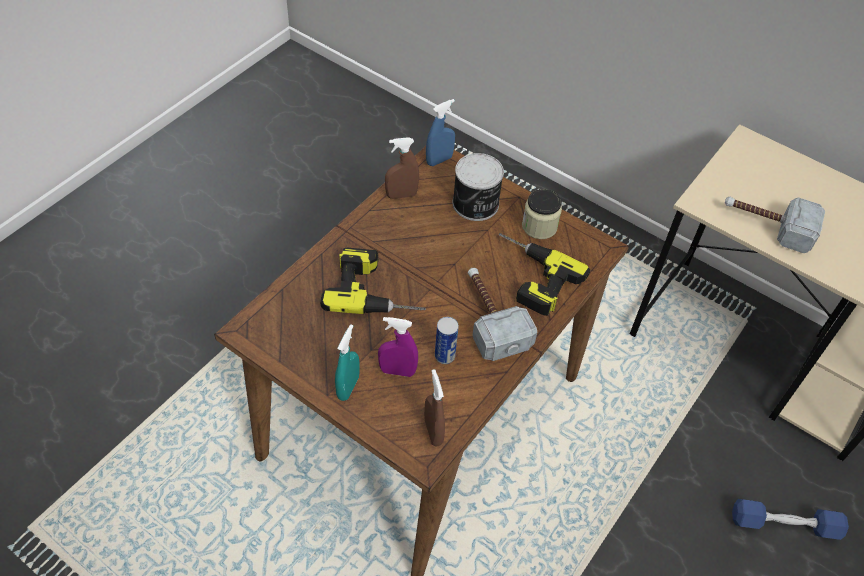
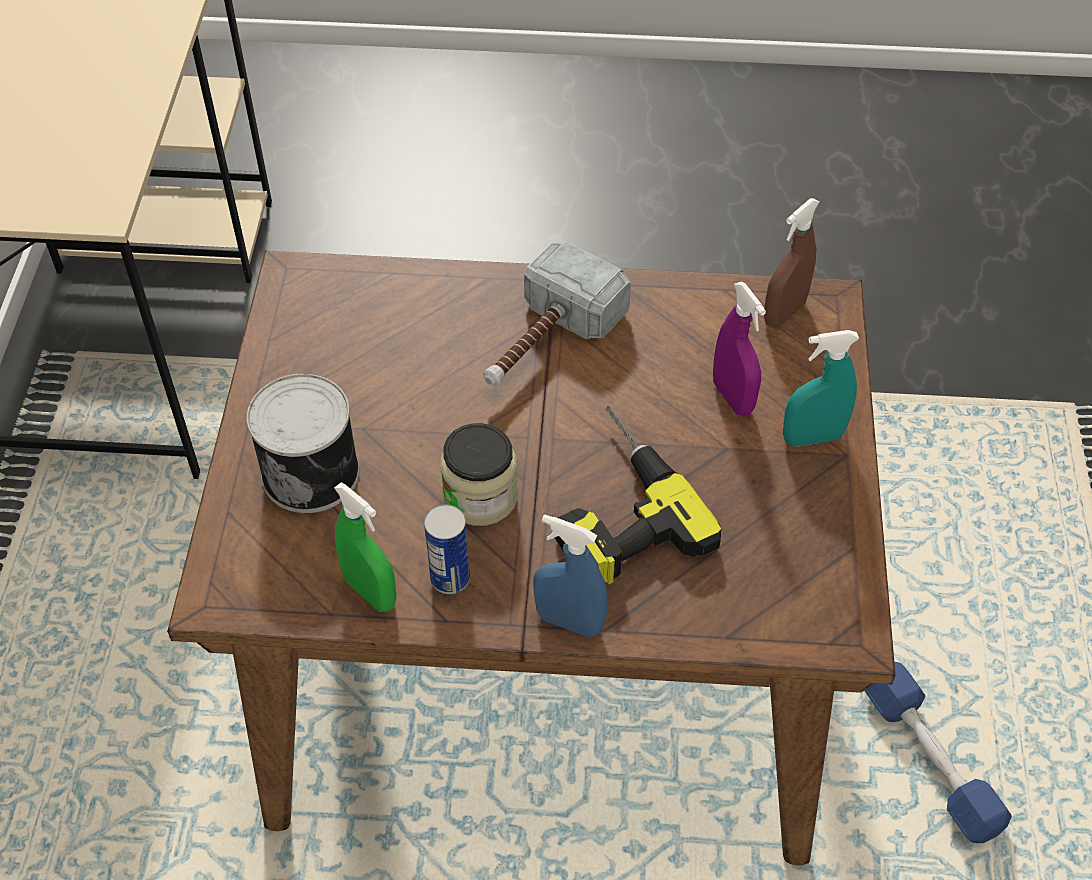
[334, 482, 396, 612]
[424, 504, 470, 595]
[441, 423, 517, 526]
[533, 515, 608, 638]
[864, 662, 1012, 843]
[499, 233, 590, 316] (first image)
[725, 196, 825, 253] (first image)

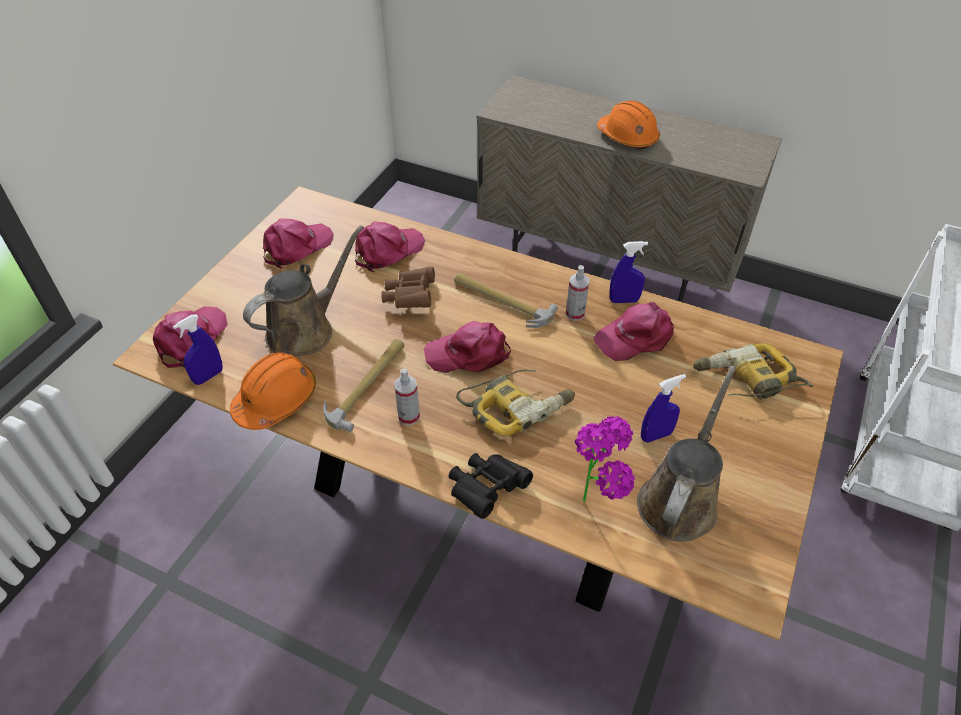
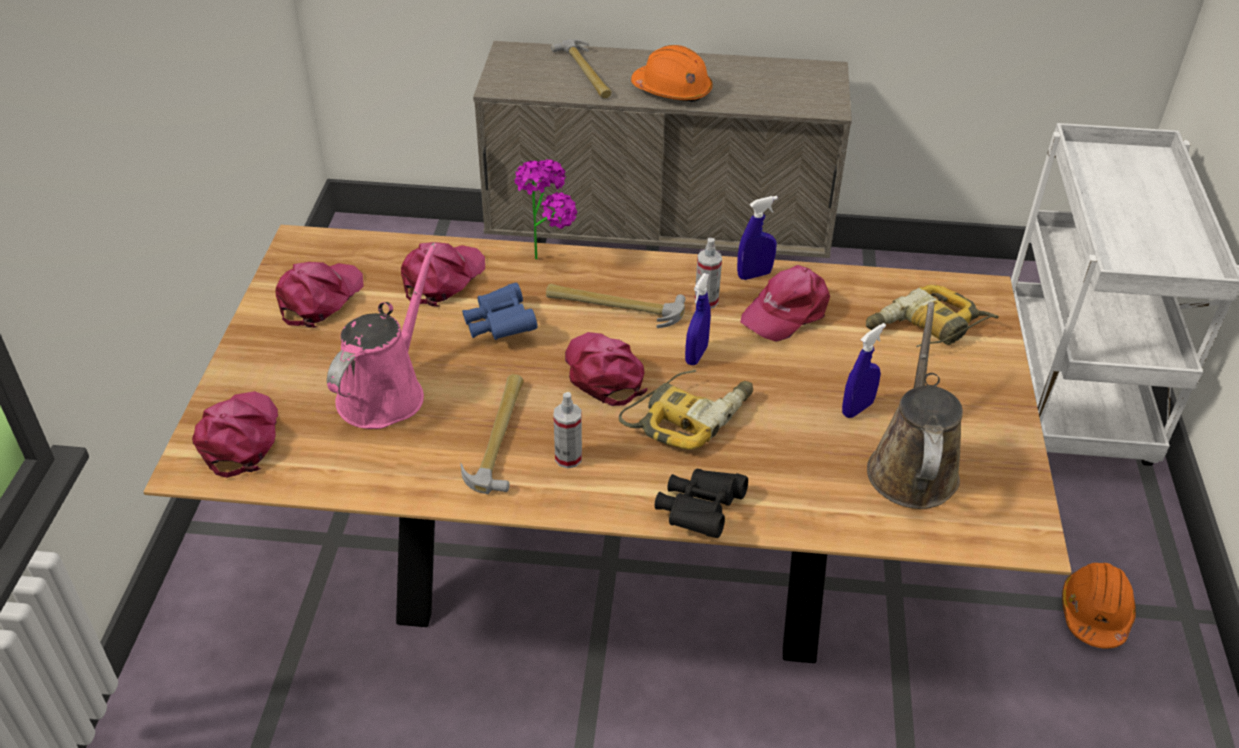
[327, 243, 438, 429]
[462, 283, 538, 340]
[515, 159, 577, 259]
[551, 39, 612, 99]
[565, 332, 647, 406]
[685, 273, 711, 365]
[1062, 563, 1136, 648]

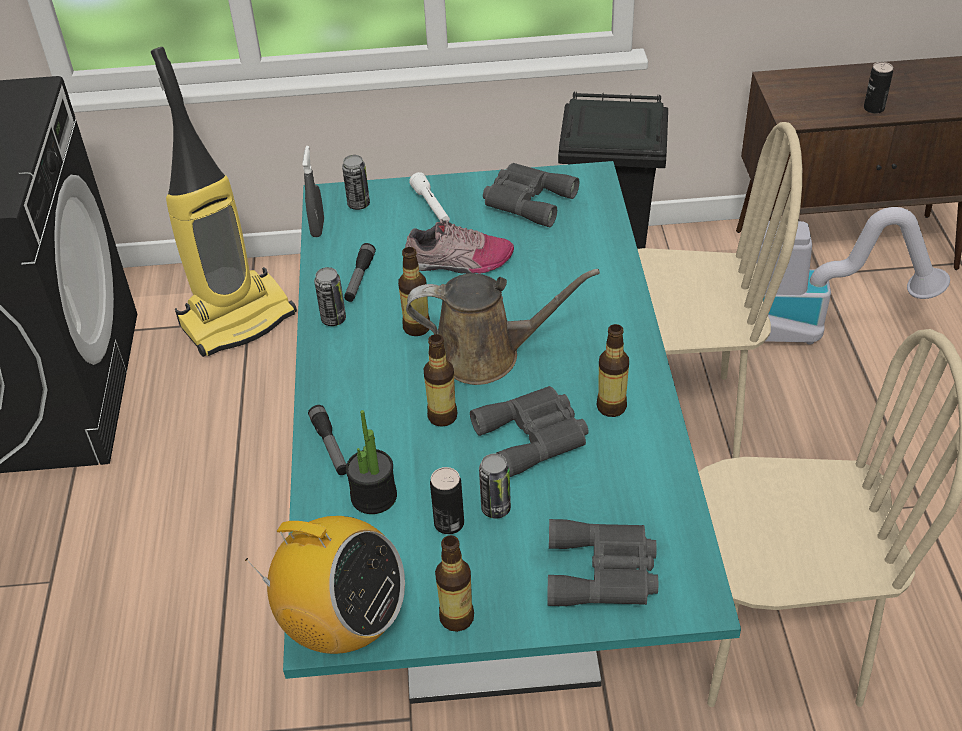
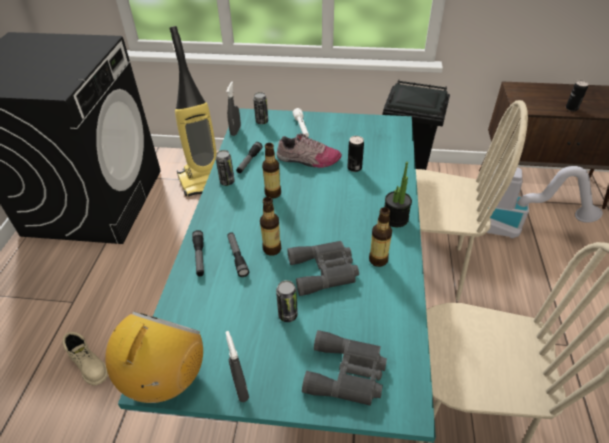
[62, 332, 108, 385]
[105, 311, 203, 403]
[225, 331, 249, 402]
[227, 232, 249, 277]
[347, 136, 364, 172]
[384, 162, 412, 227]
[406, 269, 600, 385] (first image)
[483, 163, 579, 227] (first image)

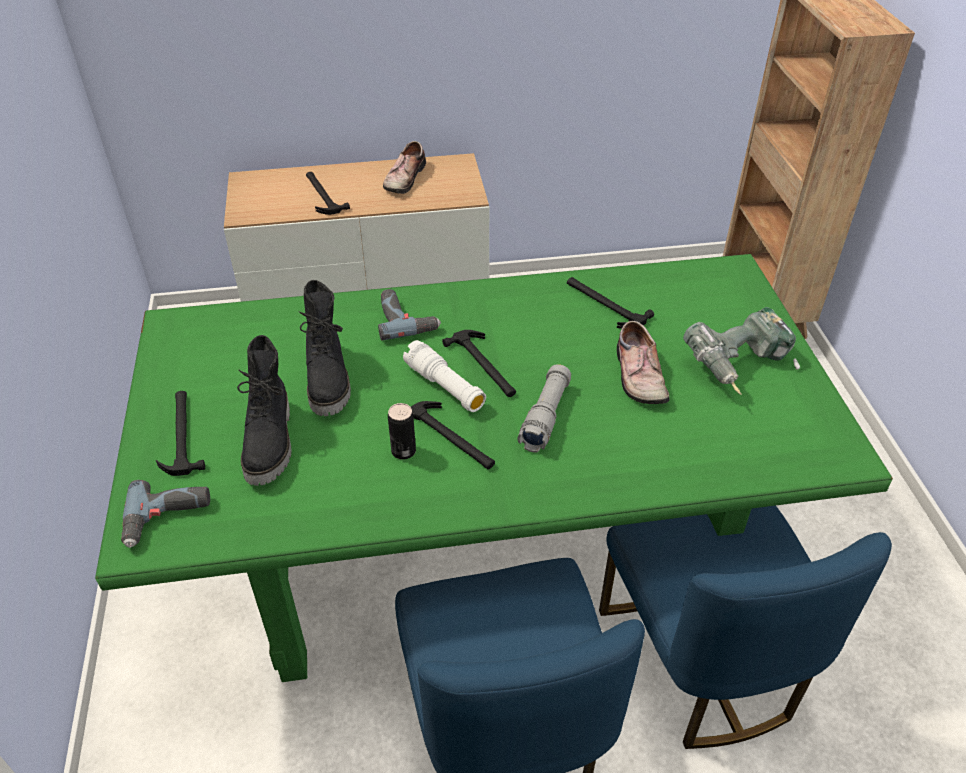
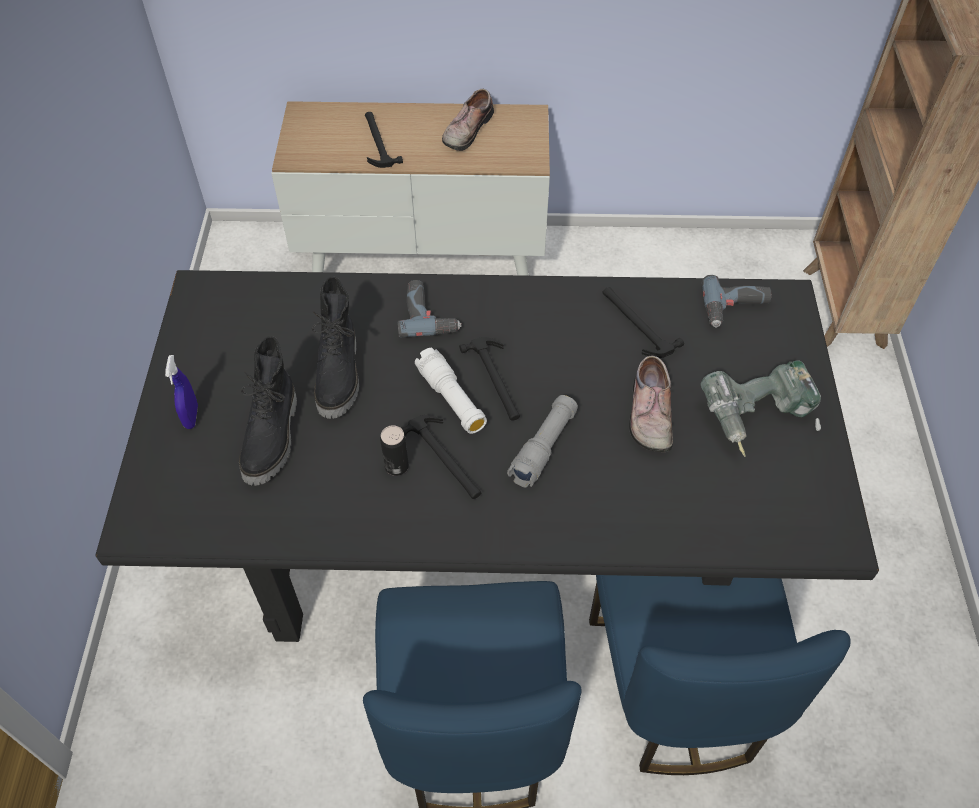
[95, 270, 879, 642]
[165, 355, 198, 429]
[702, 275, 771, 328]

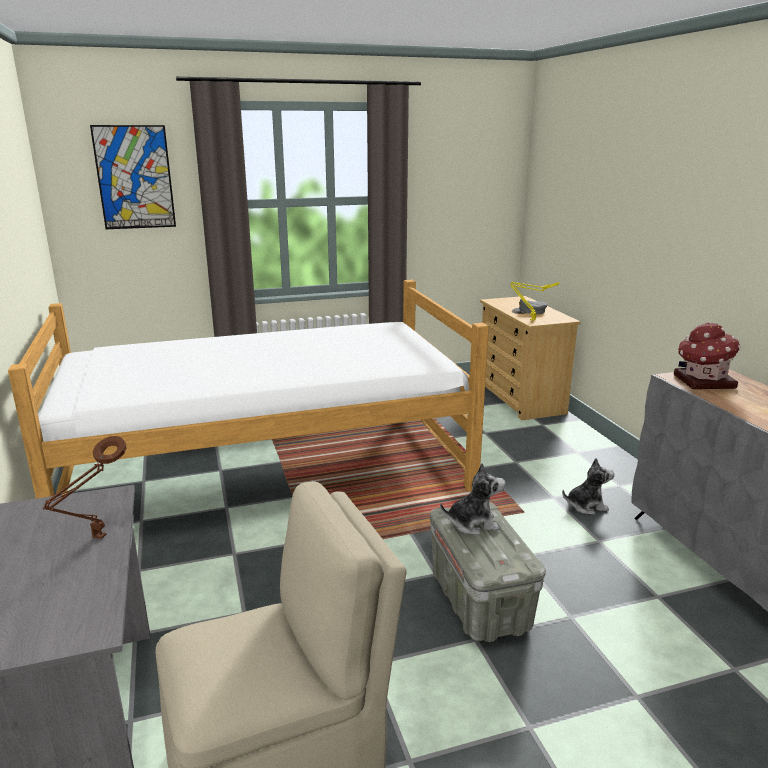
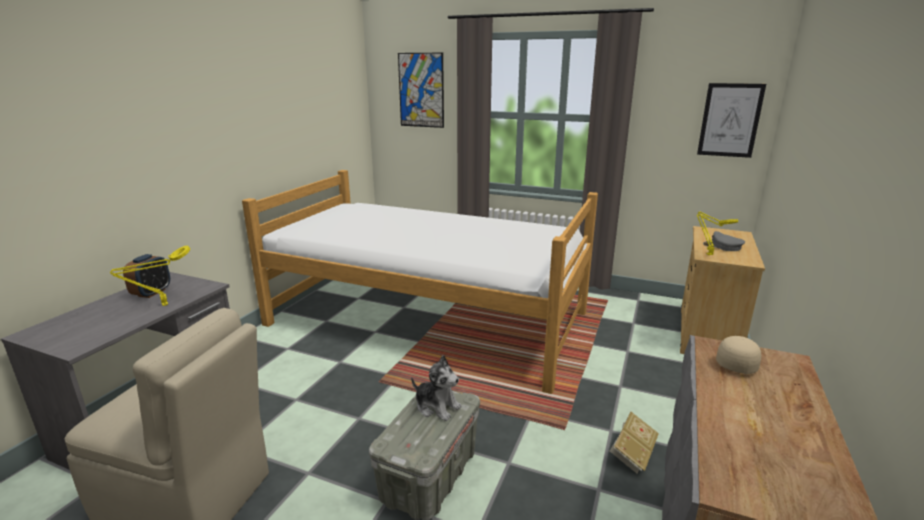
[110, 246, 190, 306]
[123, 254, 170, 298]
[610, 412, 659, 474]
[697, 83, 766, 158]
[716, 336, 761, 374]

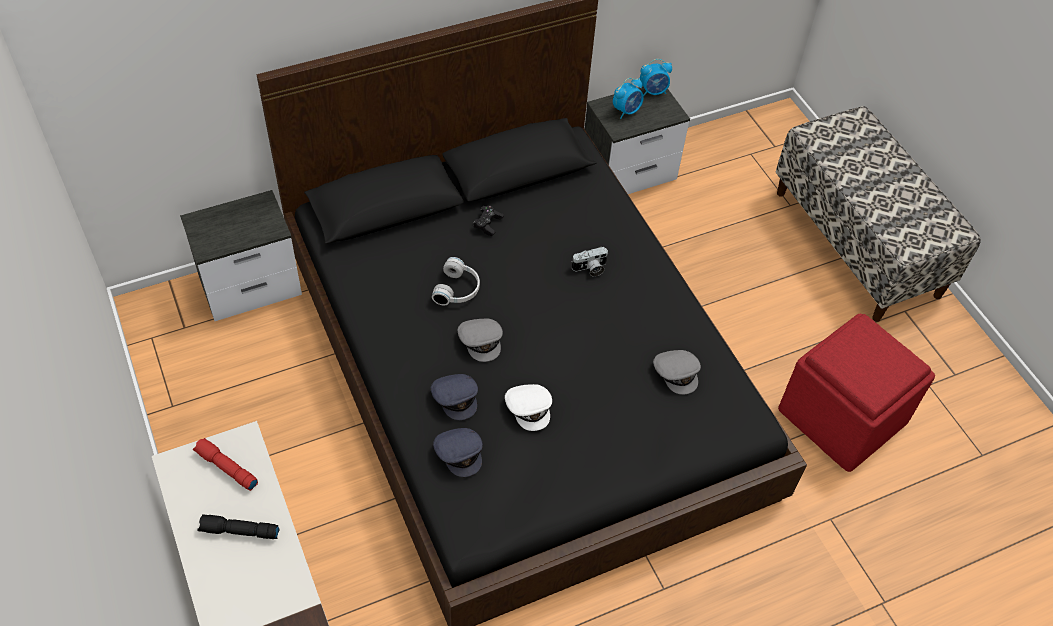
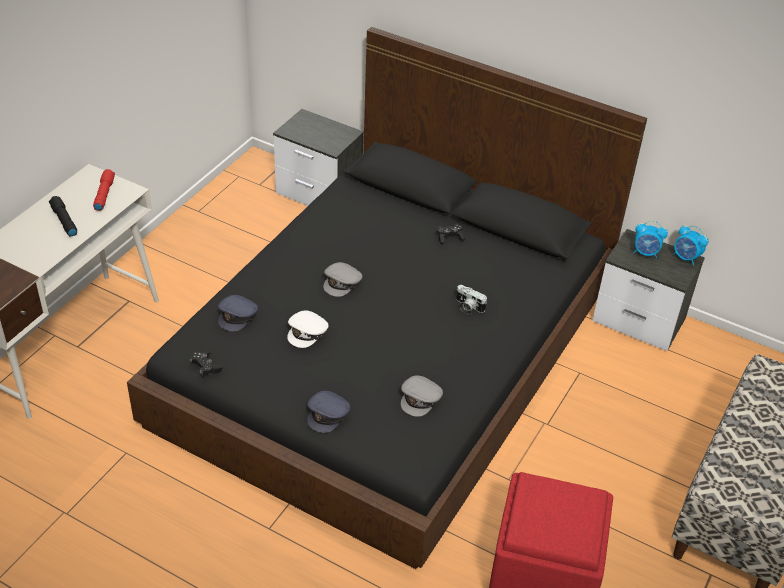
[189, 351, 223, 377]
[307, 391, 351, 433]
[432, 257, 480, 306] (first image)

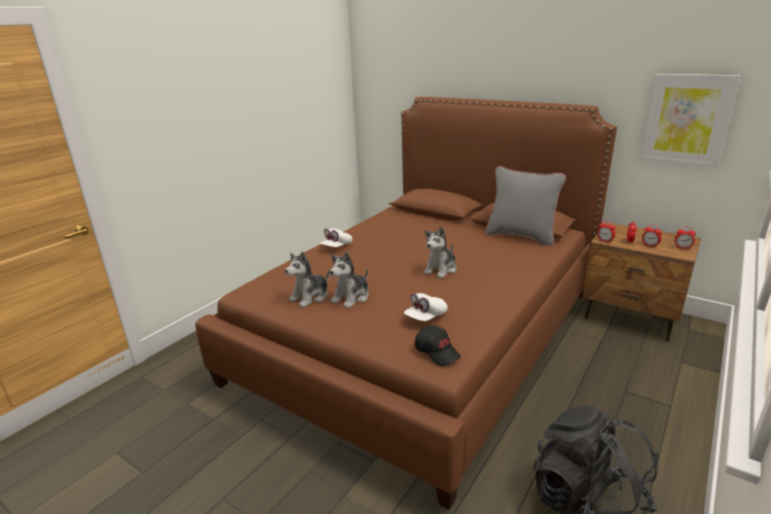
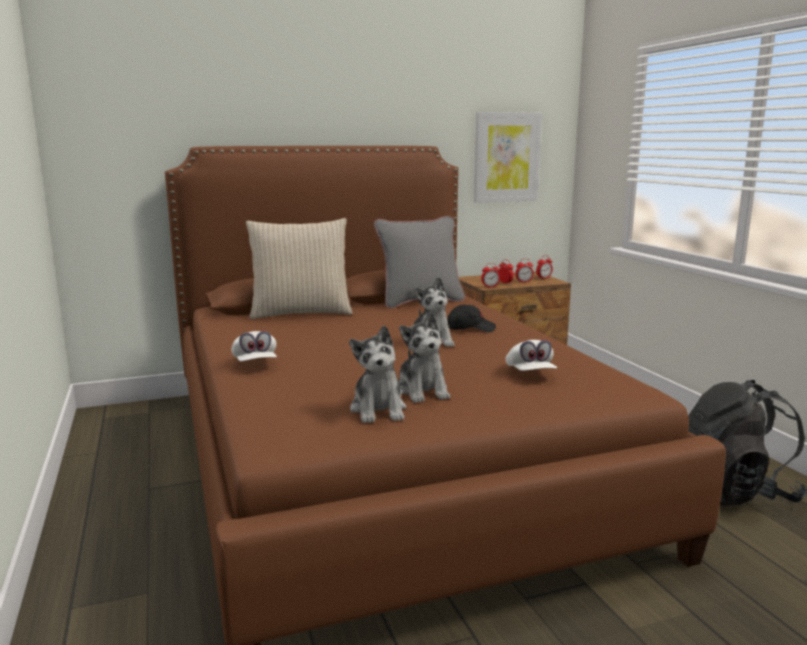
[246, 218, 353, 319]
[448, 305, 496, 332]

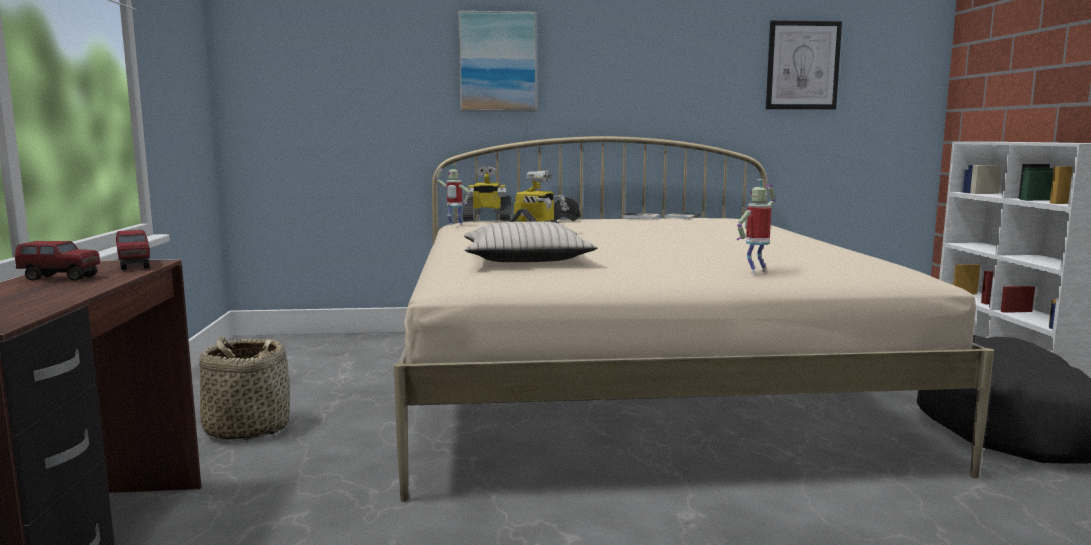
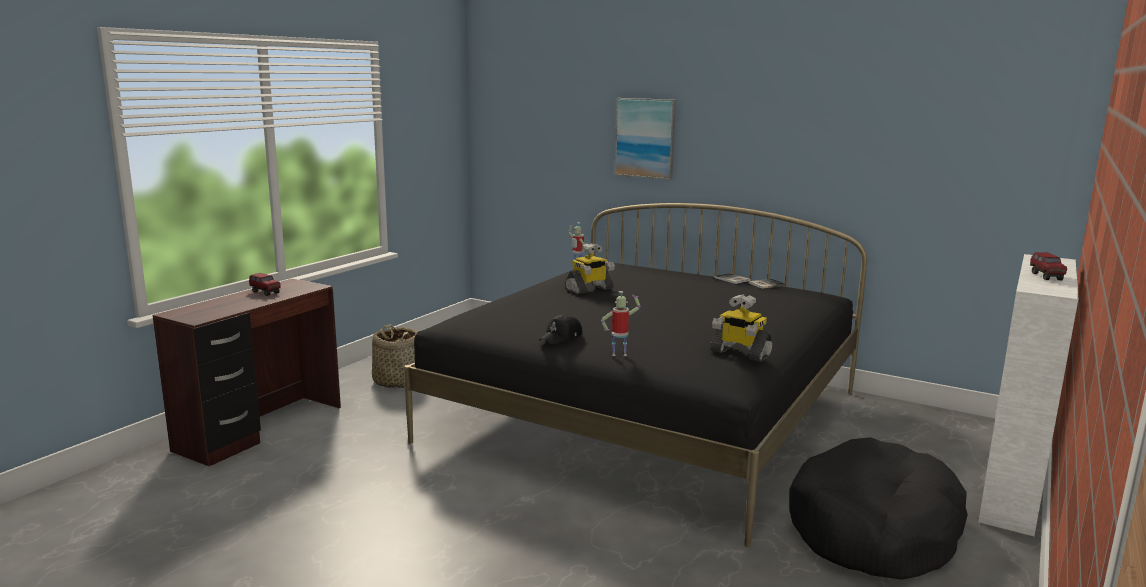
[404, 203, 867, 547]
[539, 314, 582, 344]
[710, 294, 773, 362]
[1030, 252, 1067, 280]
[464, 222, 598, 262] (first image)
[766, 20, 842, 109] (first image)

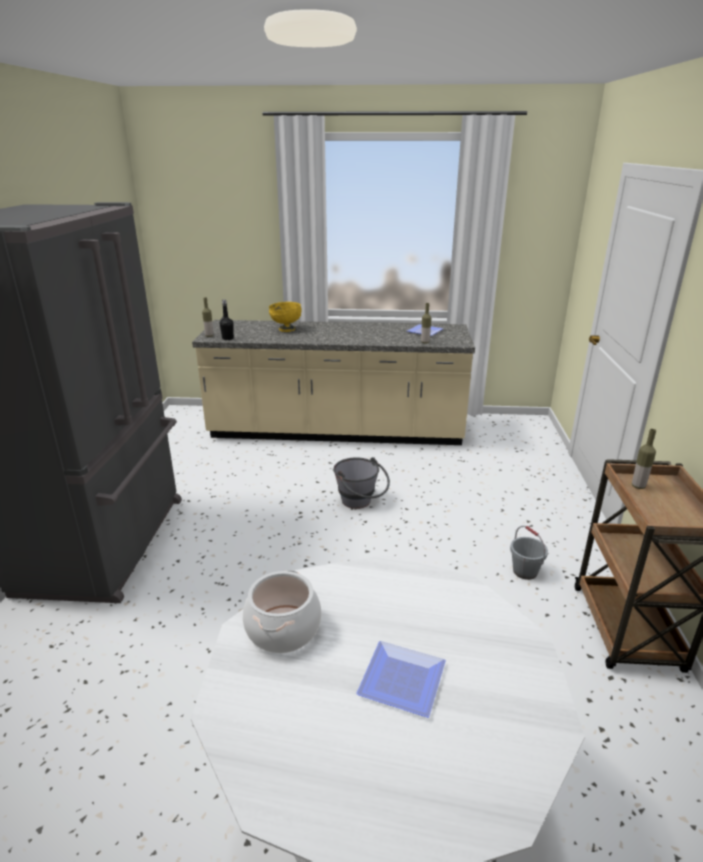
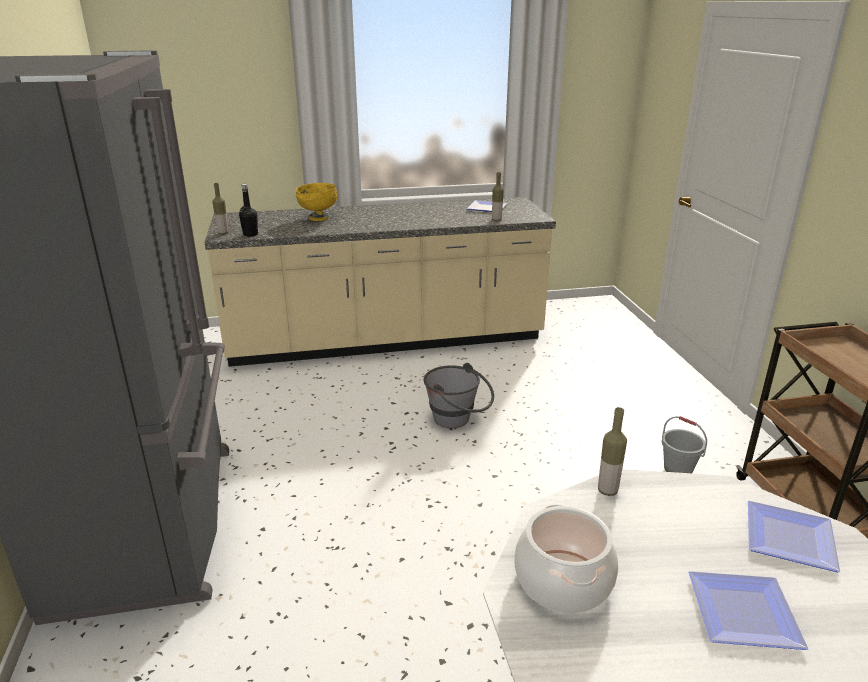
[598, 407, 627, 496]
[748, 501, 840, 572]

